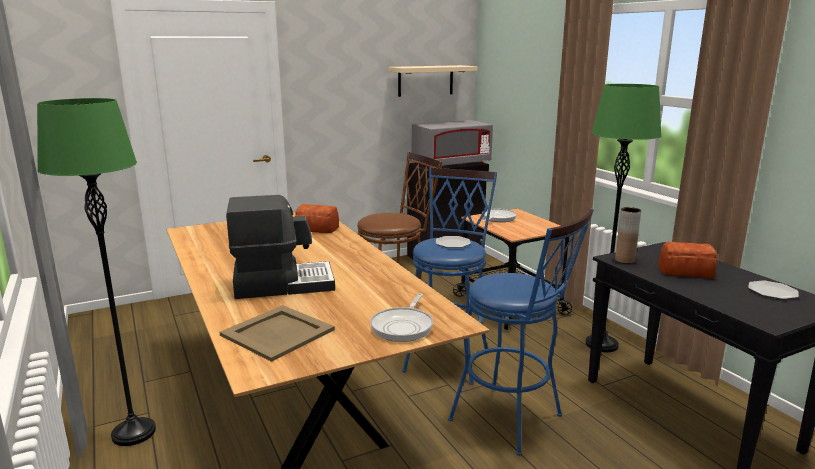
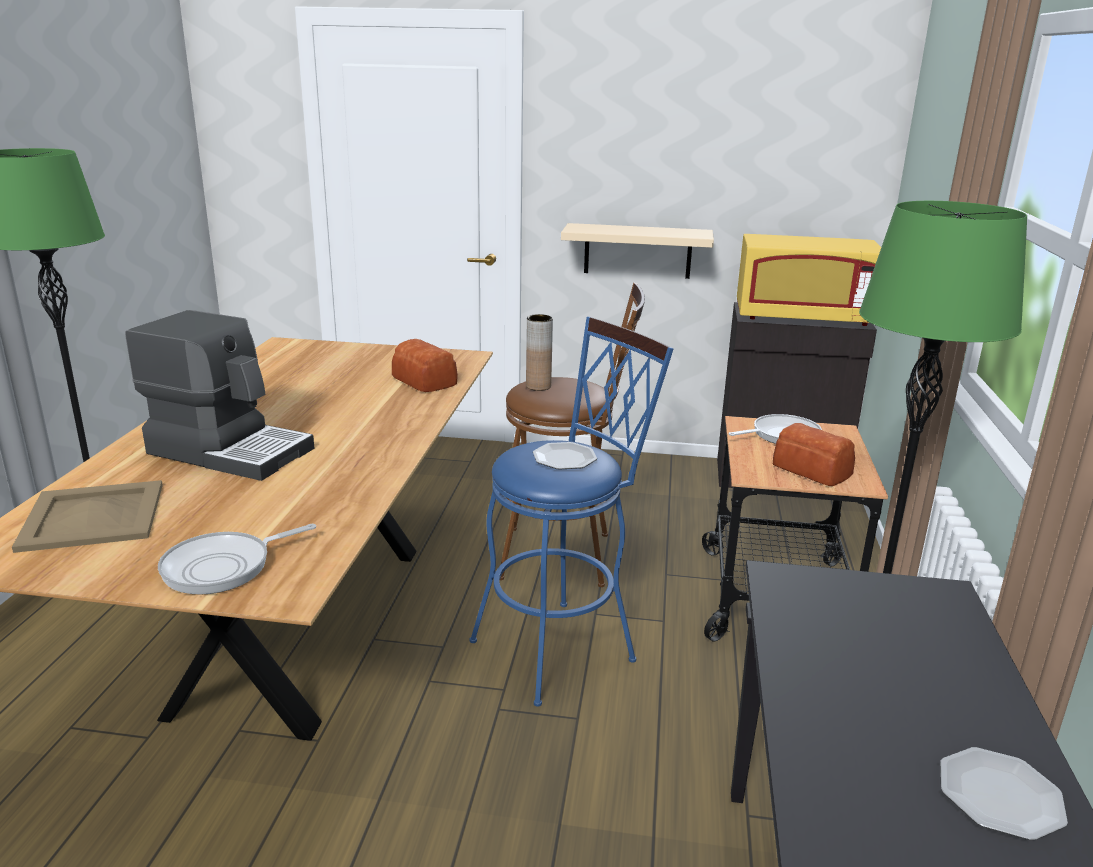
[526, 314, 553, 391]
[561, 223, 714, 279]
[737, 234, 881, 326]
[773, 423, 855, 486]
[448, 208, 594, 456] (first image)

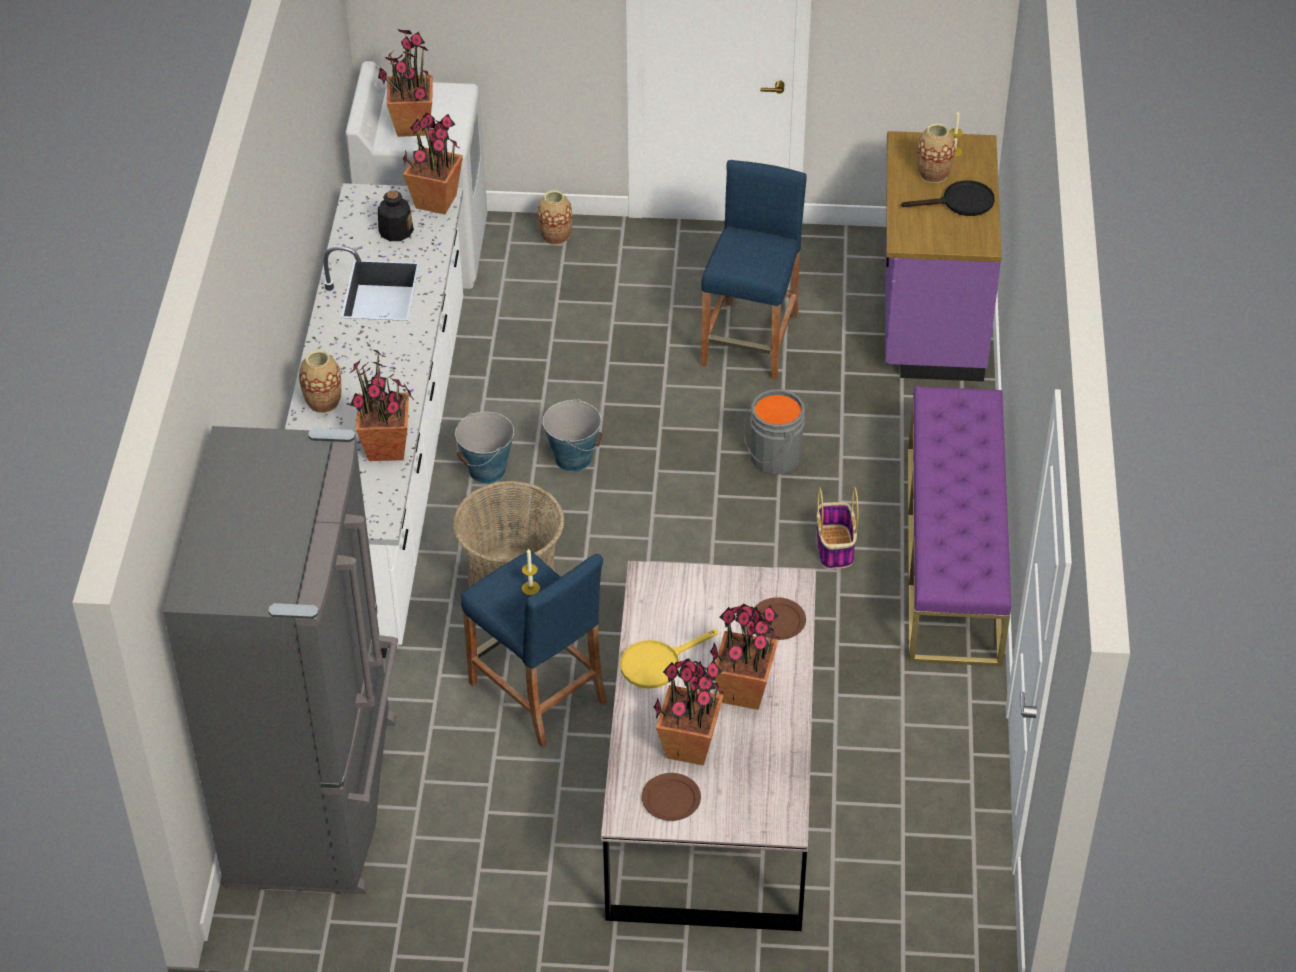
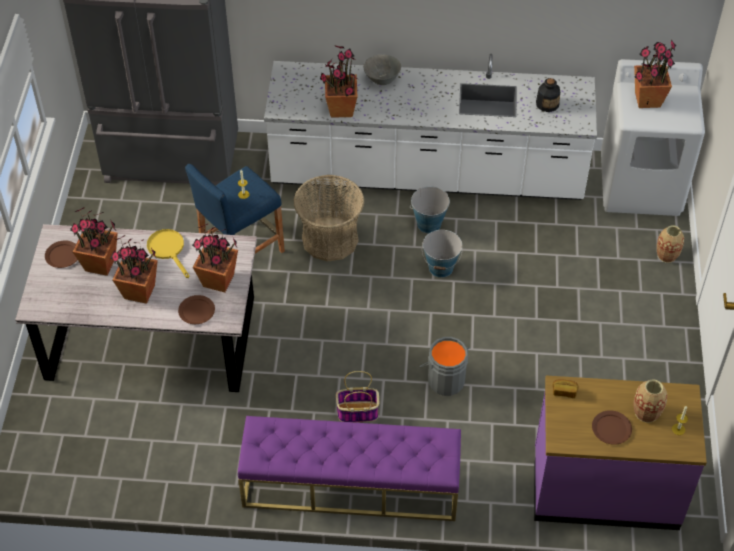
[192, 224, 238, 293]
[363, 55, 401, 85]
[553, 379, 579, 398]
[592, 410, 632, 445]
[701, 160, 807, 380] (first image)

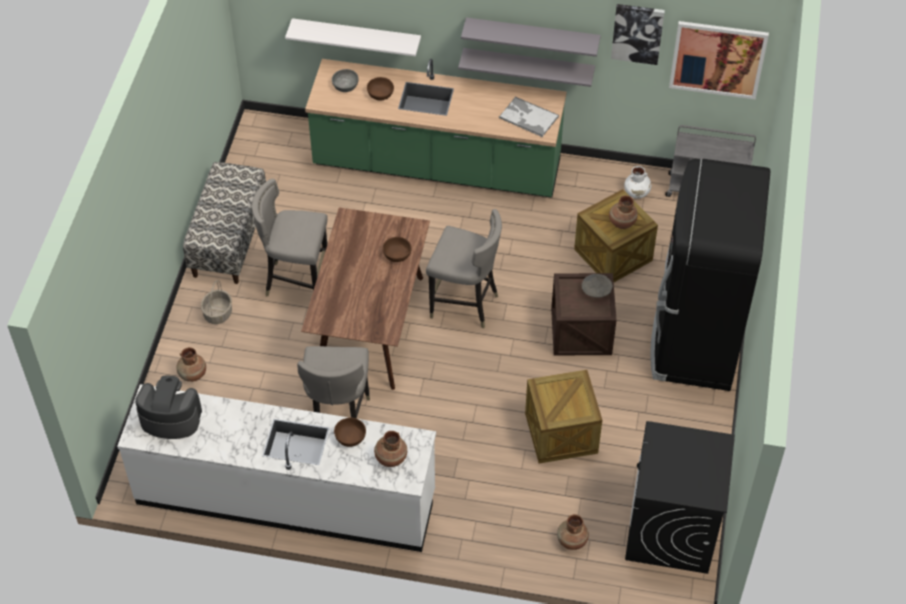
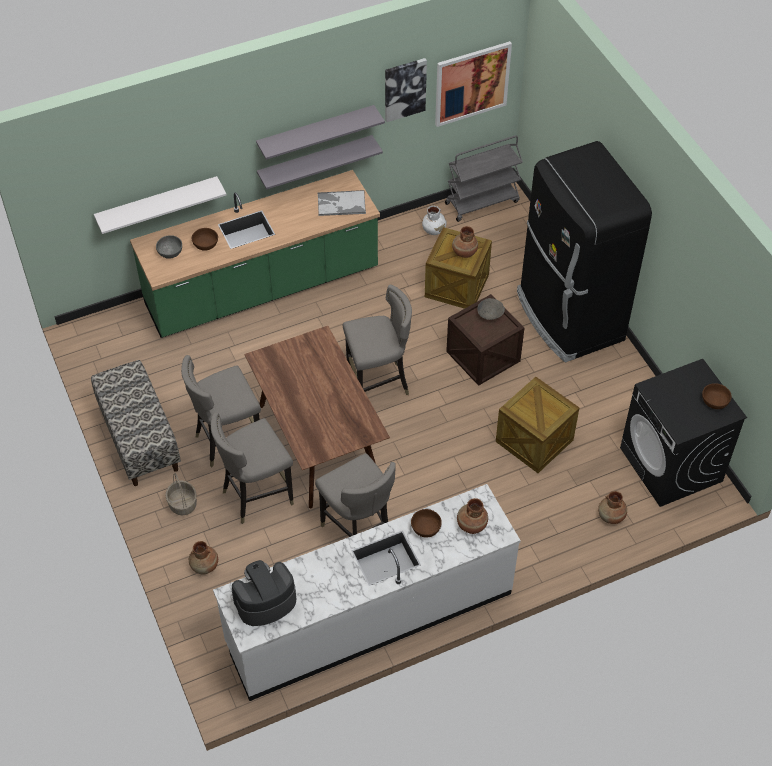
[211, 412, 294, 524]
[702, 383, 732, 409]

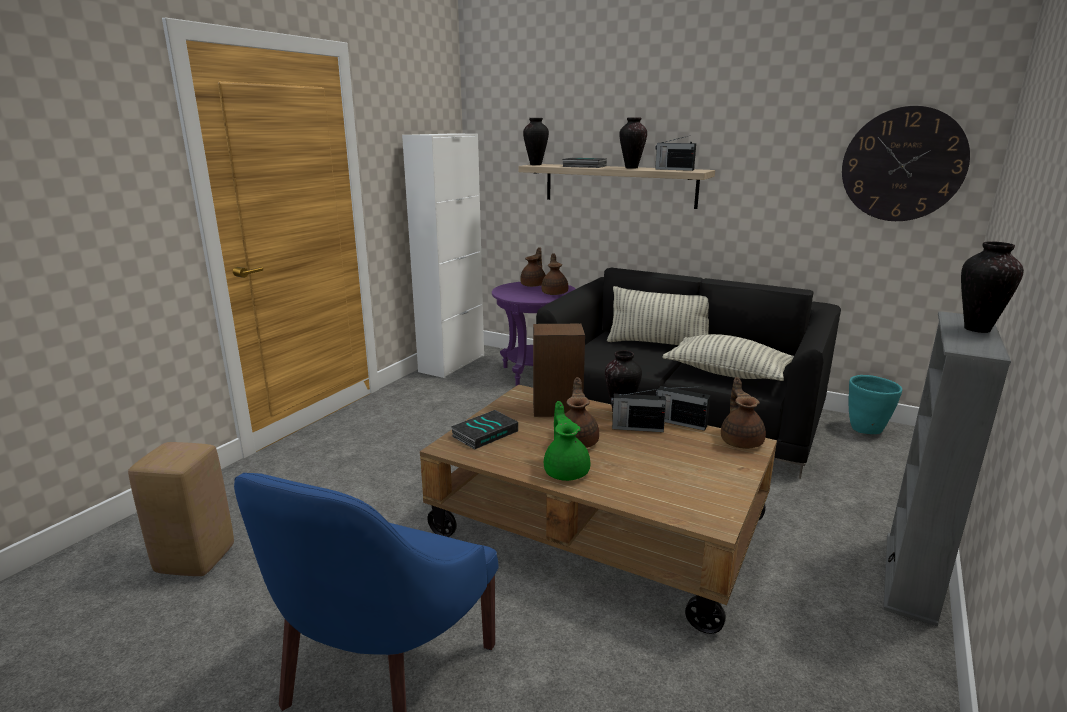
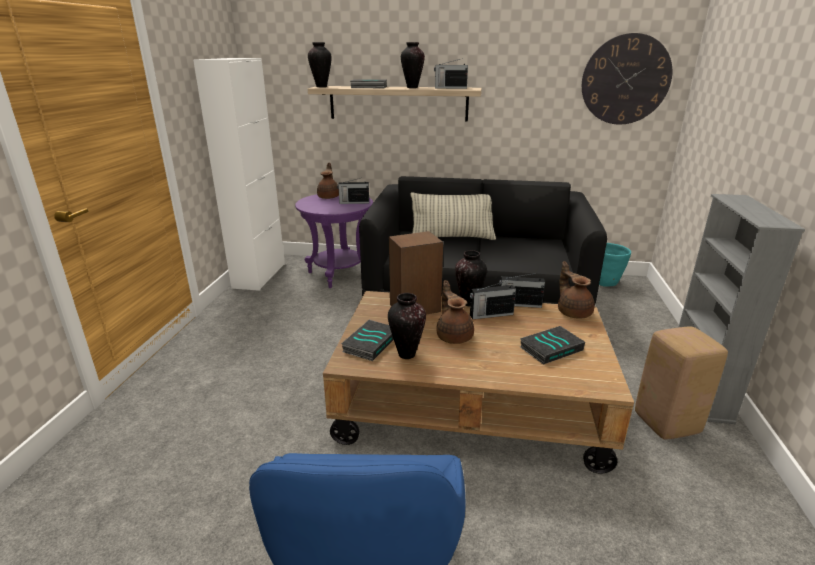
[337, 178, 369, 204]
[388, 293, 426, 359]
[520, 326, 585, 365]
[635, 326, 728, 439]
[544, 401, 590, 481] (first image)
[662, 334, 794, 381] (first image)

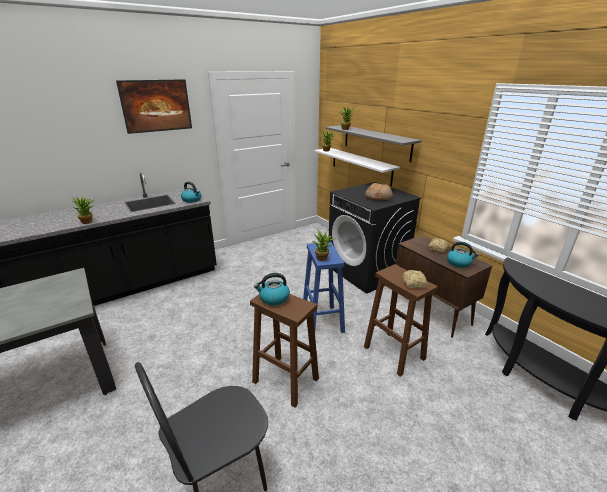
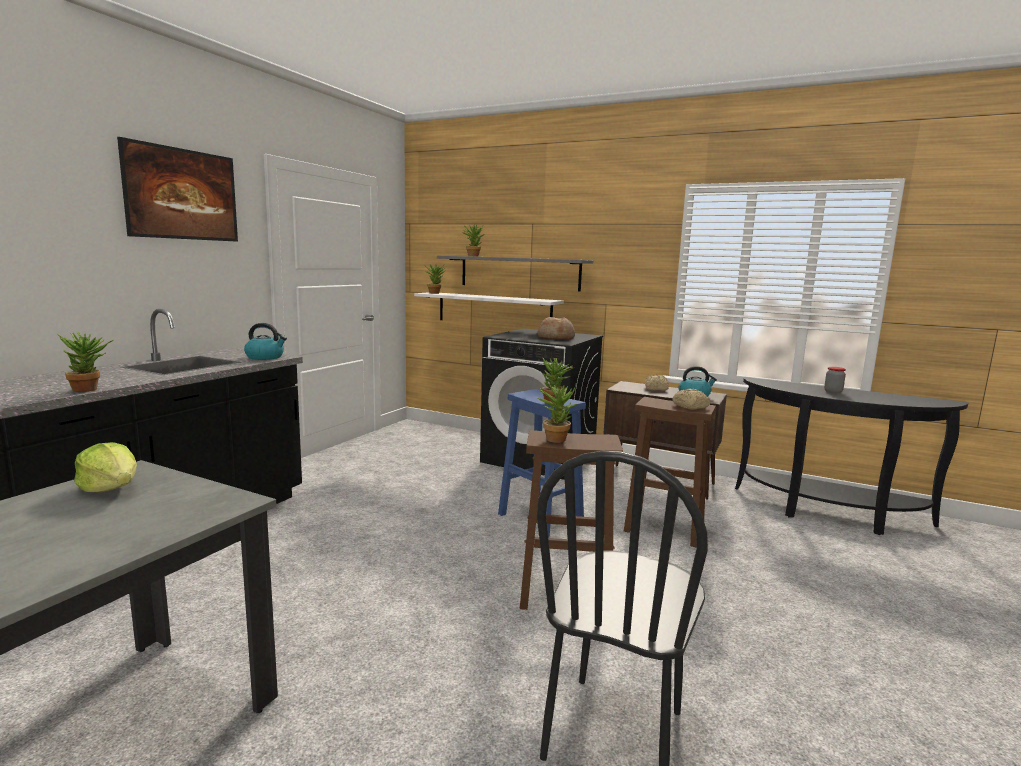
[74, 442, 137, 492]
[538, 384, 578, 443]
[824, 367, 846, 393]

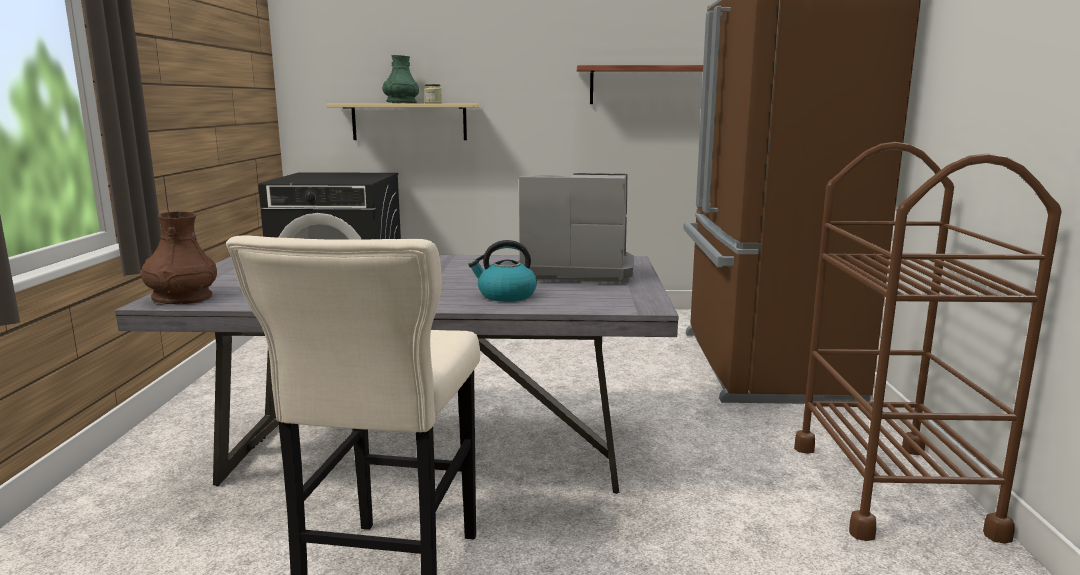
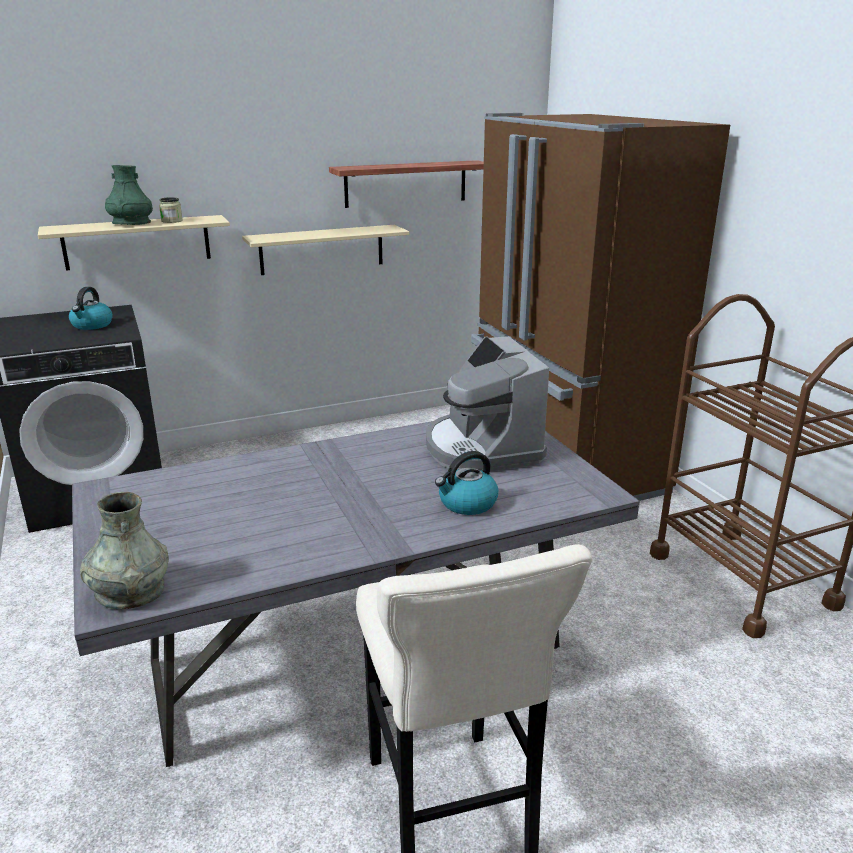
[69, 287, 113, 330]
[80, 492, 169, 610]
[242, 225, 409, 275]
[426, 336, 549, 471]

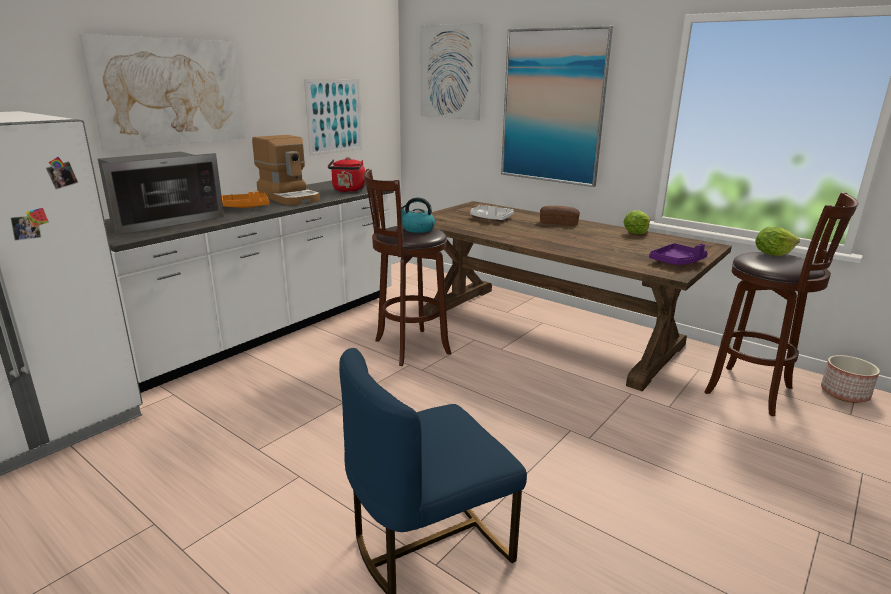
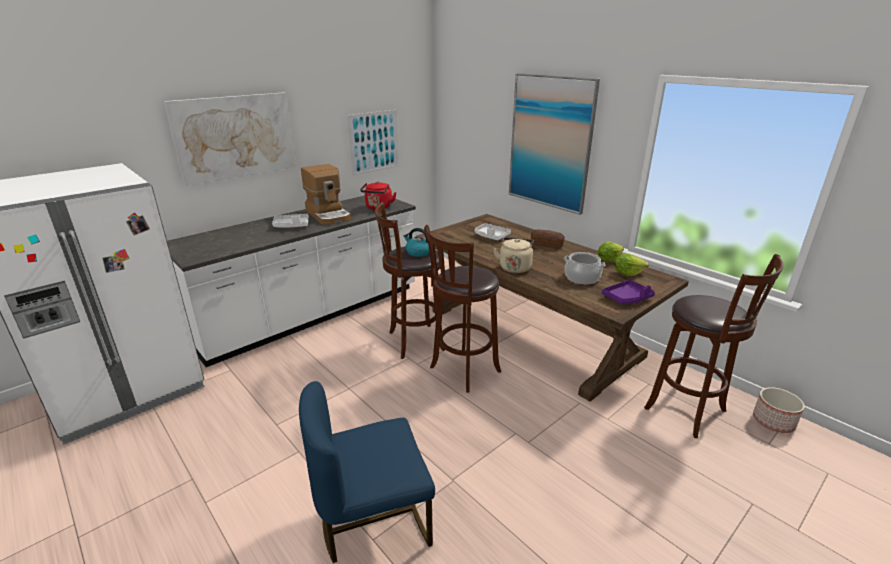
[272, 214, 309, 228]
[424, 225, 501, 392]
[493, 237, 534, 273]
[564, 252, 605, 284]
[614, 253, 649, 276]
[98, 152, 224, 235] (first image)
[421, 23, 483, 120] (first image)

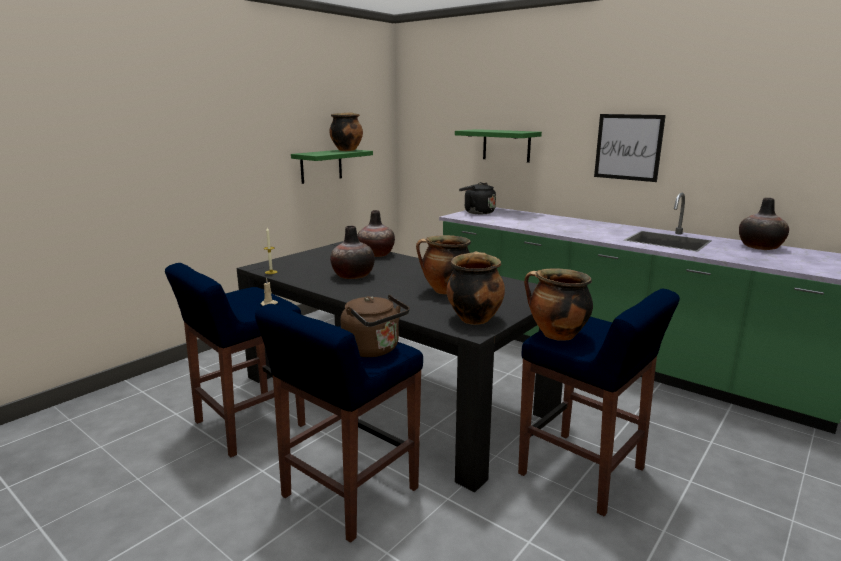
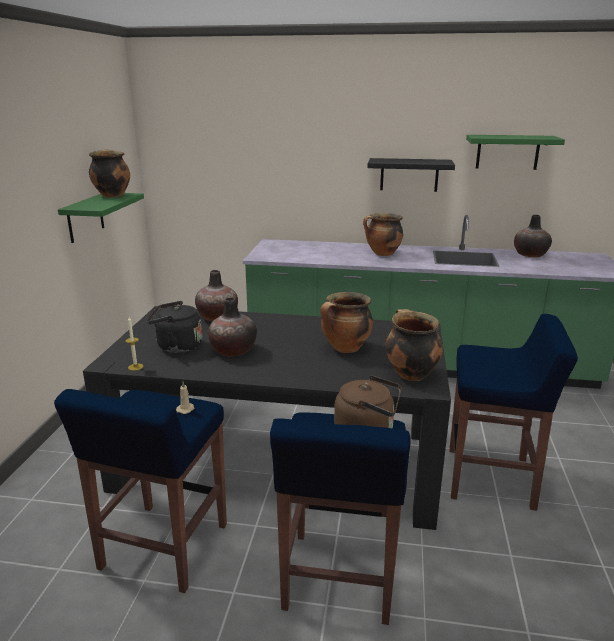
[146, 301, 202, 353]
[363, 213, 403, 256]
[367, 158, 455, 192]
[466, 135, 565, 170]

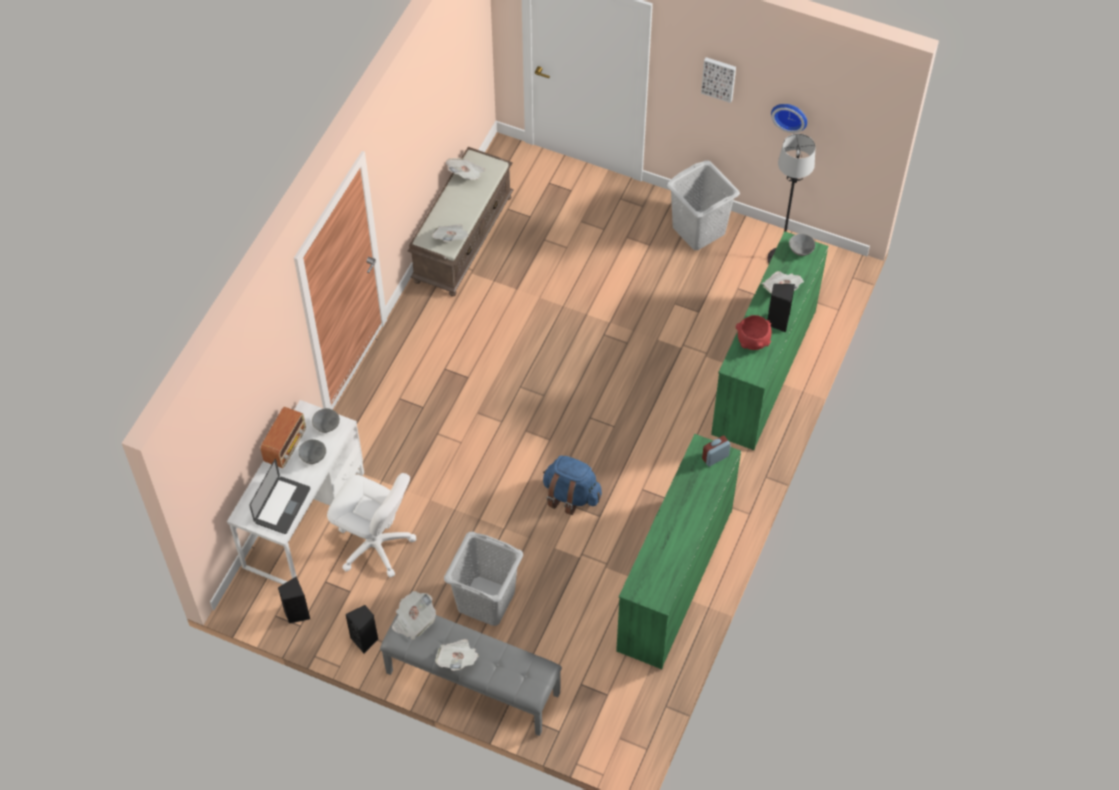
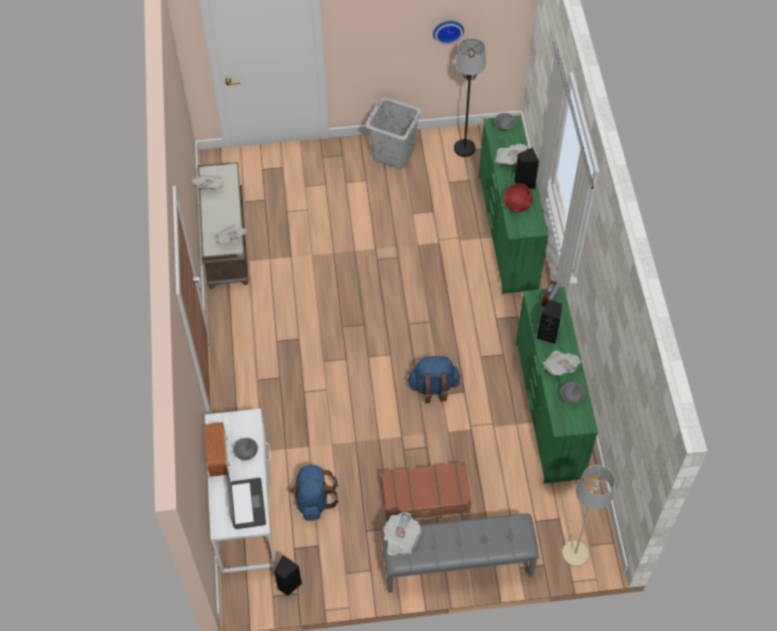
[290, 465, 338, 521]
[381, 462, 471, 521]
[536, 300, 562, 344]
[542, 351, 581, 375]
[561, 382, 585, 404]
[562, 465, 615, 567]
[701, 57, 736, 103] (first image)

